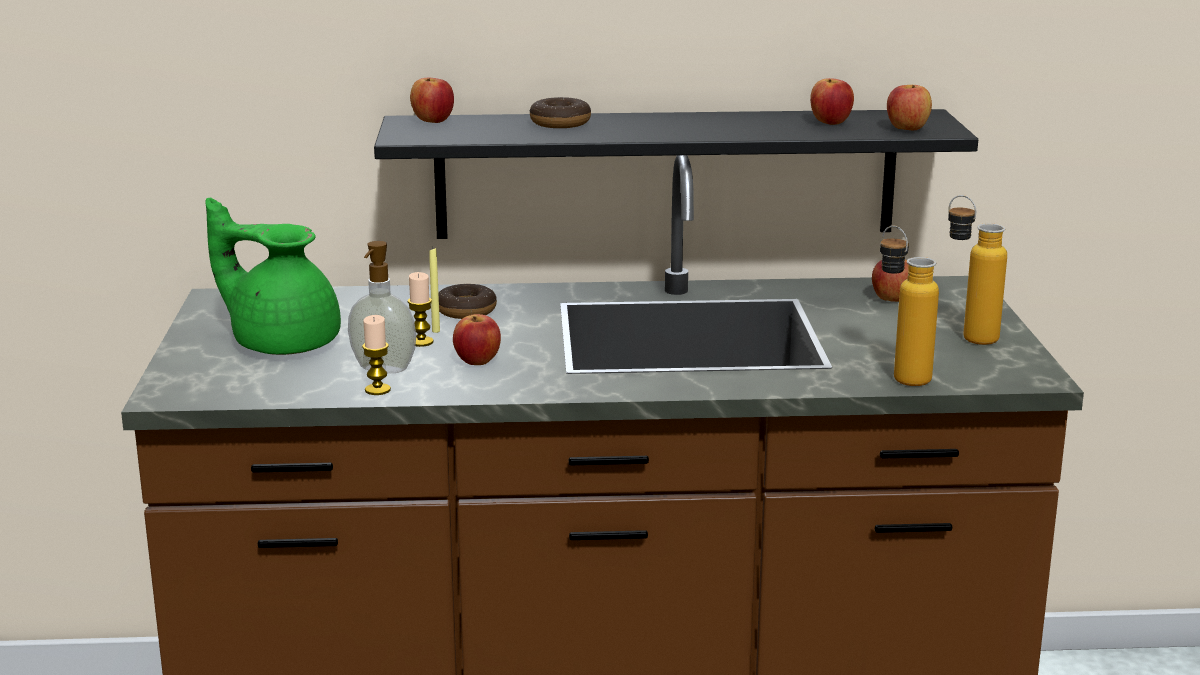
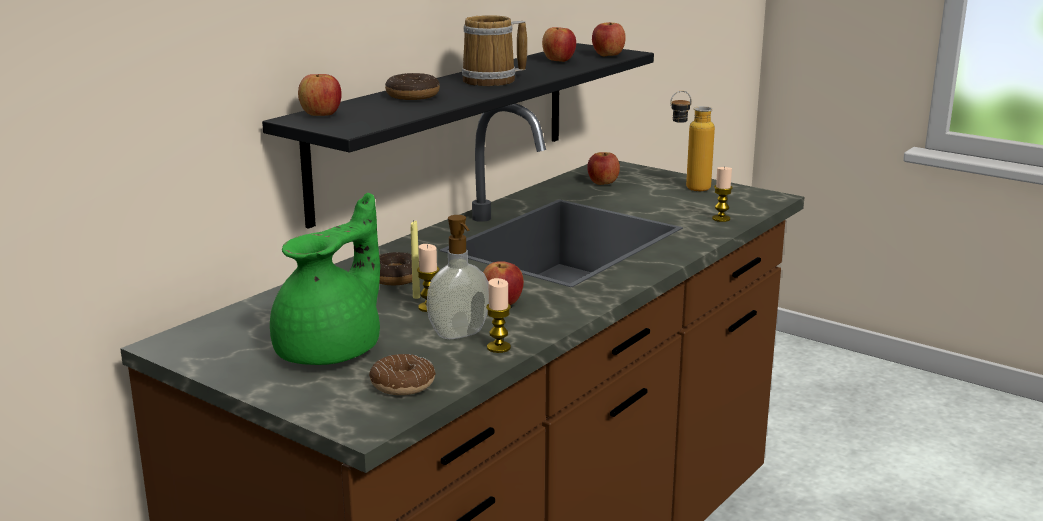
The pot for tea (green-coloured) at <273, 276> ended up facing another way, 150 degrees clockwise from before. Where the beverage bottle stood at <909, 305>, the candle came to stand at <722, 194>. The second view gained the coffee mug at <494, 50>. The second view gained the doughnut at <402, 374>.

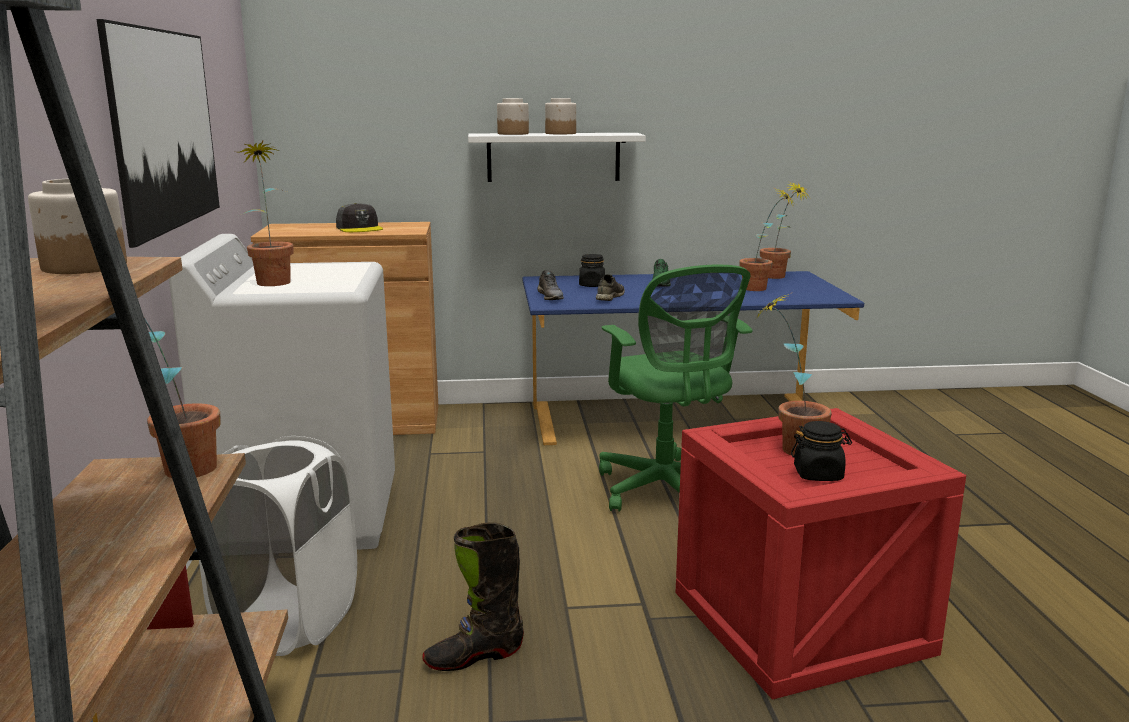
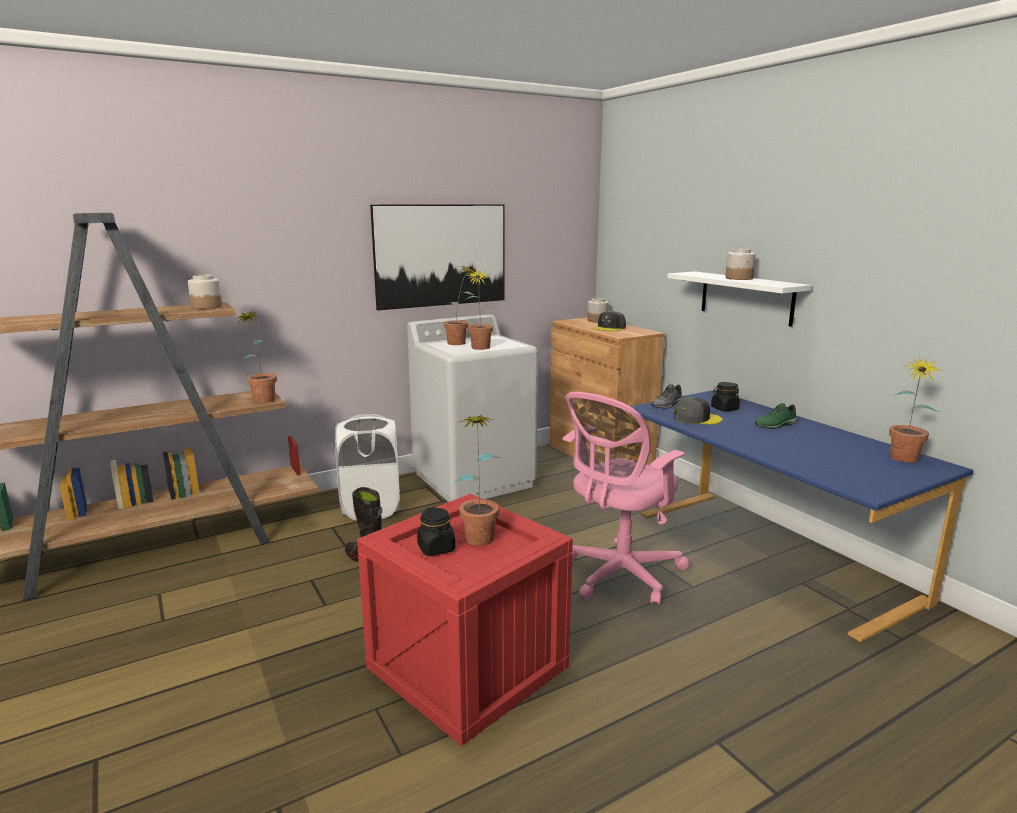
The storage jar ended up elsewhere, having gone from <513, 116> to <597, 310>. The plant in a pot ended up elsewhere, having gone from <767, 239> to <479, 309>. What was the computer chair (green-coloured) at <676, 388> turned into the computer chair (pink-coloured) at <626, 498>. Where the item of footwear (grey) stood at <610, 287>, the peaked cap (grey) came to stand at <697, 411>.

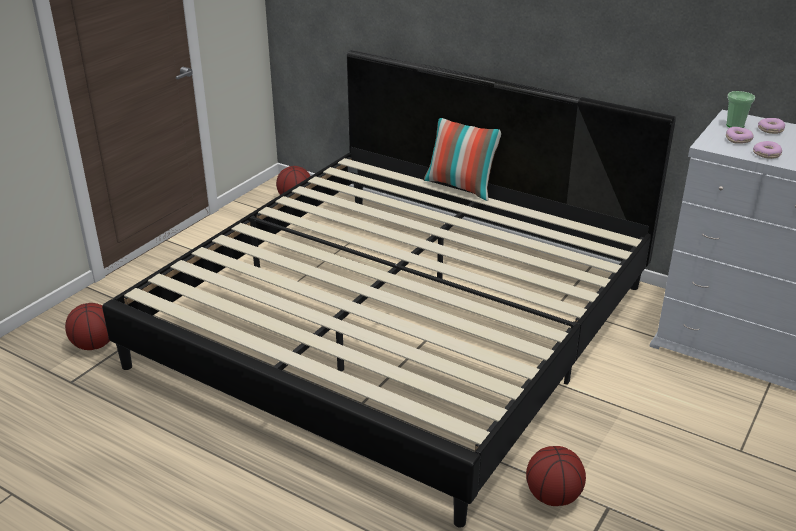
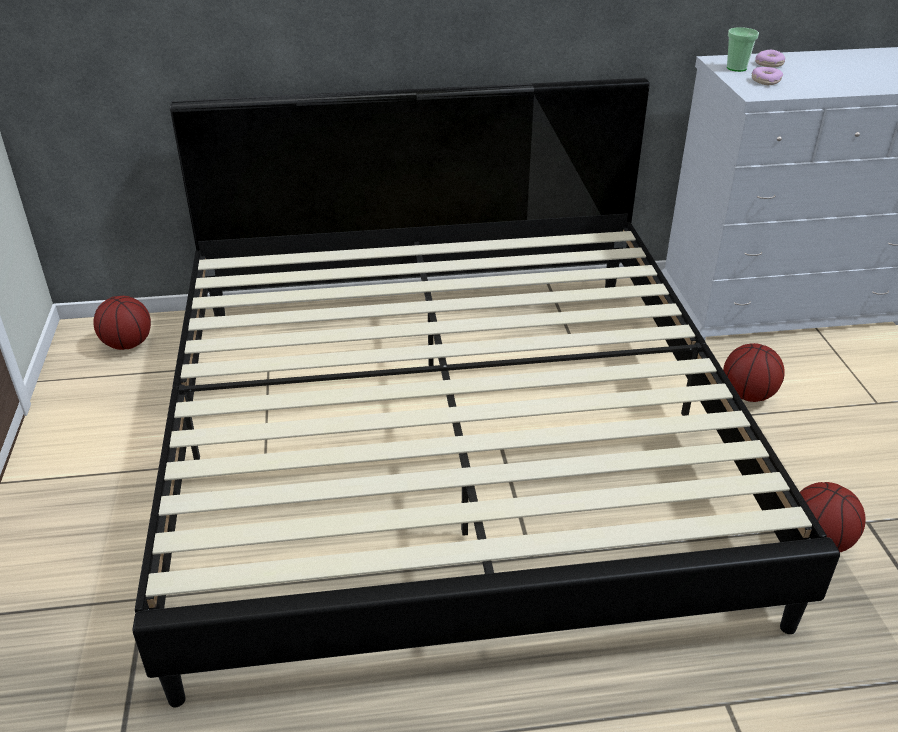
The second view lost the cushion at <462, 159>. The second view lost the doughnut at <767, 150>. The ball for basketball ended up elsewhere, having gone from <87, 326> to <754, 372>.

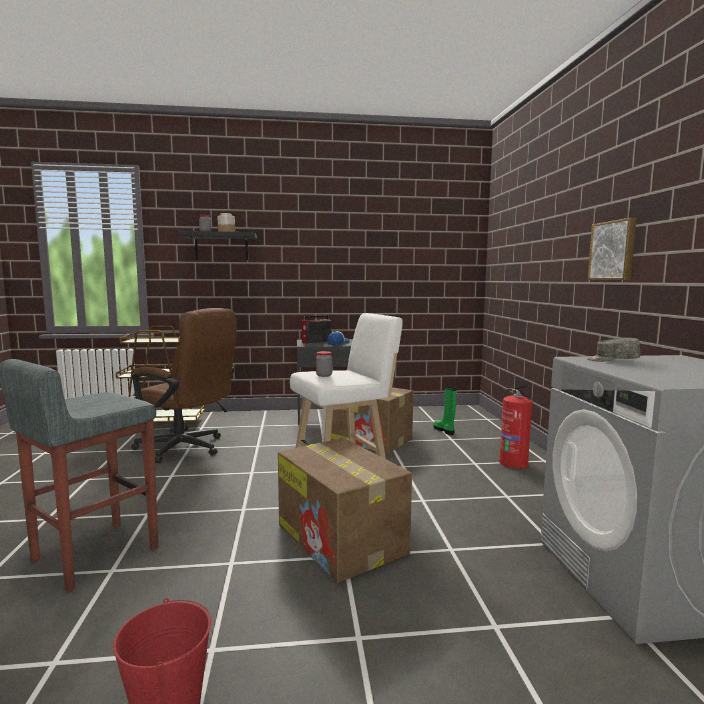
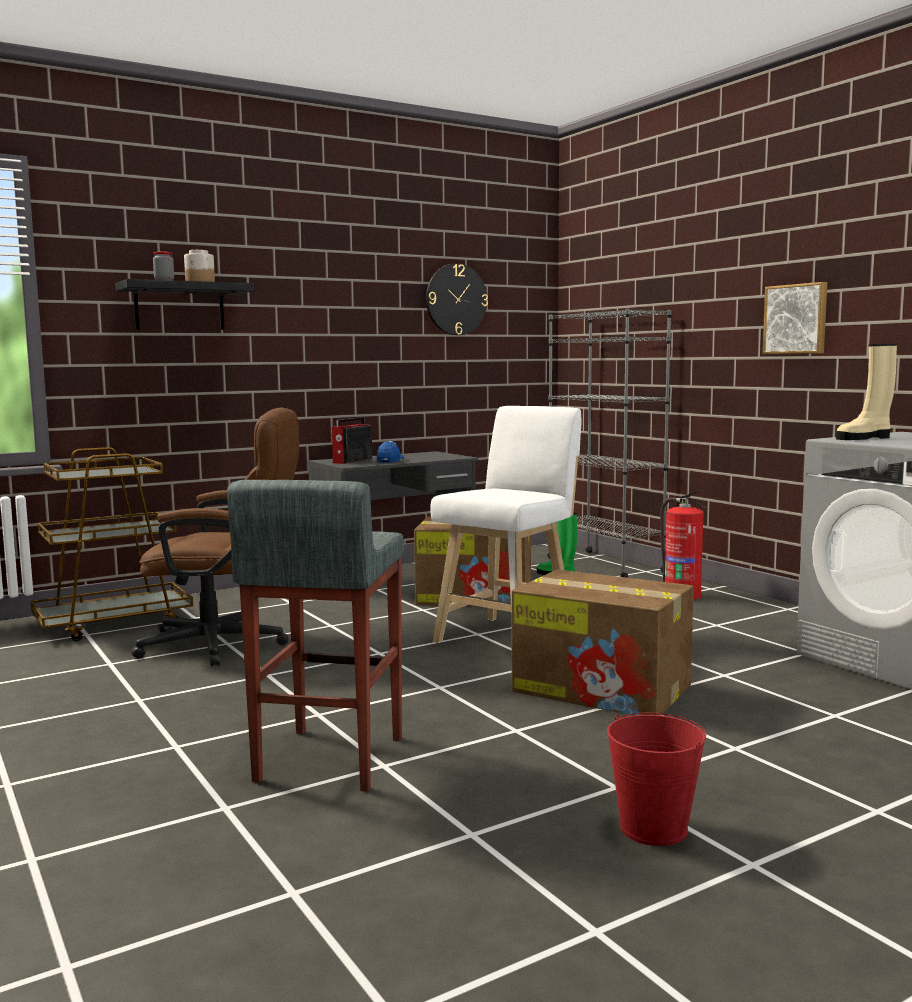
Where the peaked cap (grey) stood at <613, 350>, the tall boot (sand-coloured) came to stand at <866, 392>. The second view lost the storage jar at <324, 364>. The second view gained the wall clock at <457, 299>. The second view gained the shelving unit (grey) at <609, 443>.

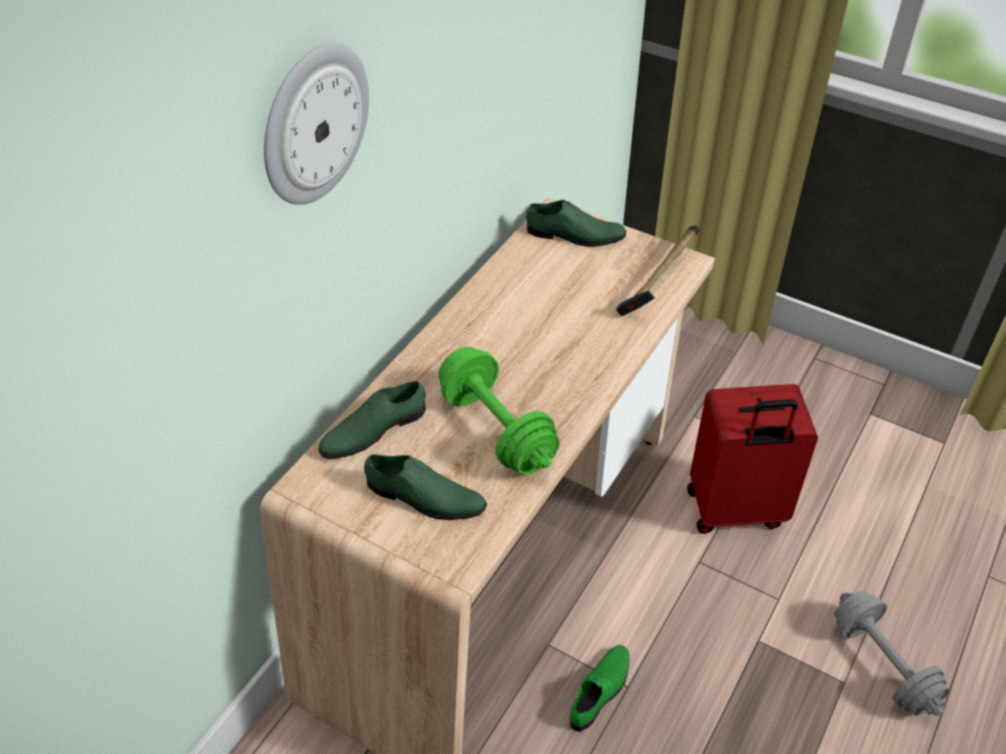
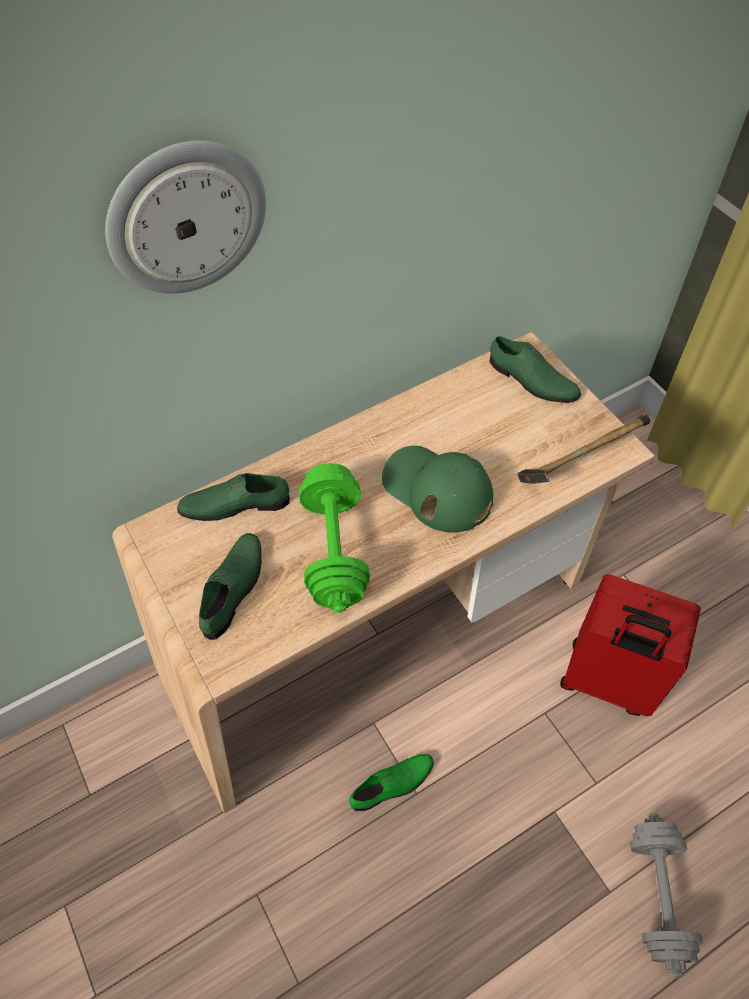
The item of footwear (green-coloured) at <425, 487> ended up facing another way, 120 degrees counterclockwise from before. The second view gained the peaked cap (green-coloured) at <437, 489>.

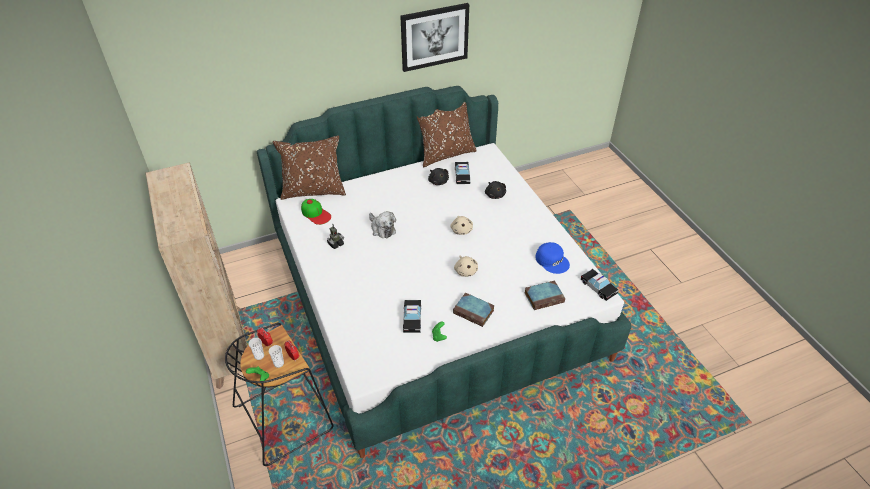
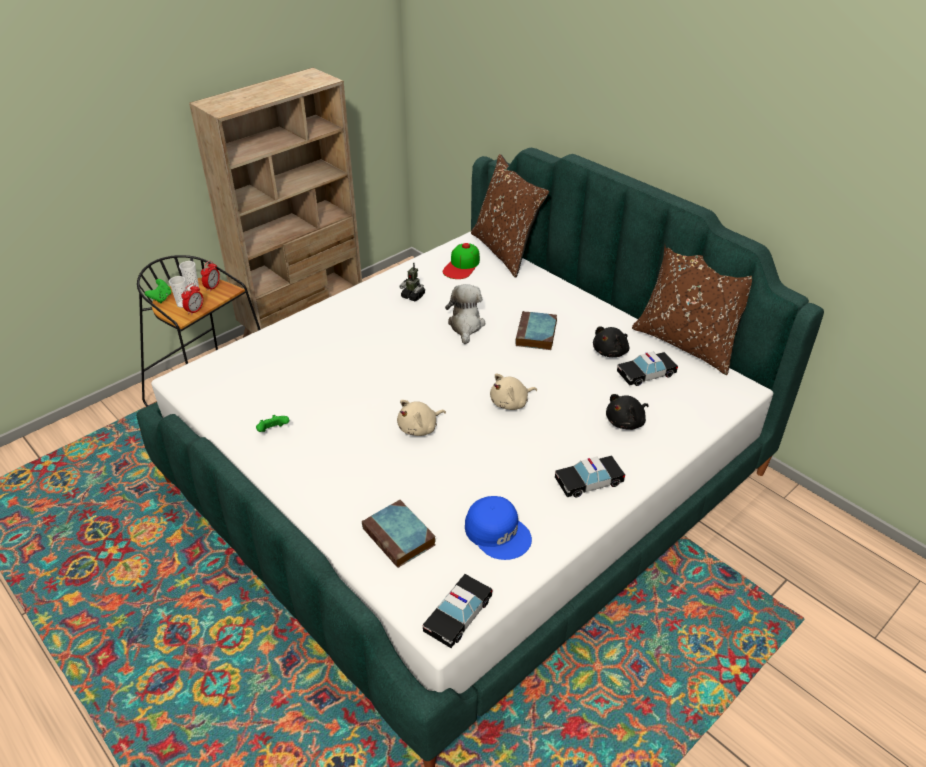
The second view lost the wall picture at <434, 37>. The cuddly toy at <382, 224> ended up facing another way, 150 degrees clockwise from before. The peaked cap (blue) at <553, 258> ended up facing another way, 75 degrees counterclockwise from before. The bound book ended up elsewhere, having gone from <474, 310> to <536, 330>. The toy car ended up elsewhere, having gone from <412, 316> to <590, 476>.

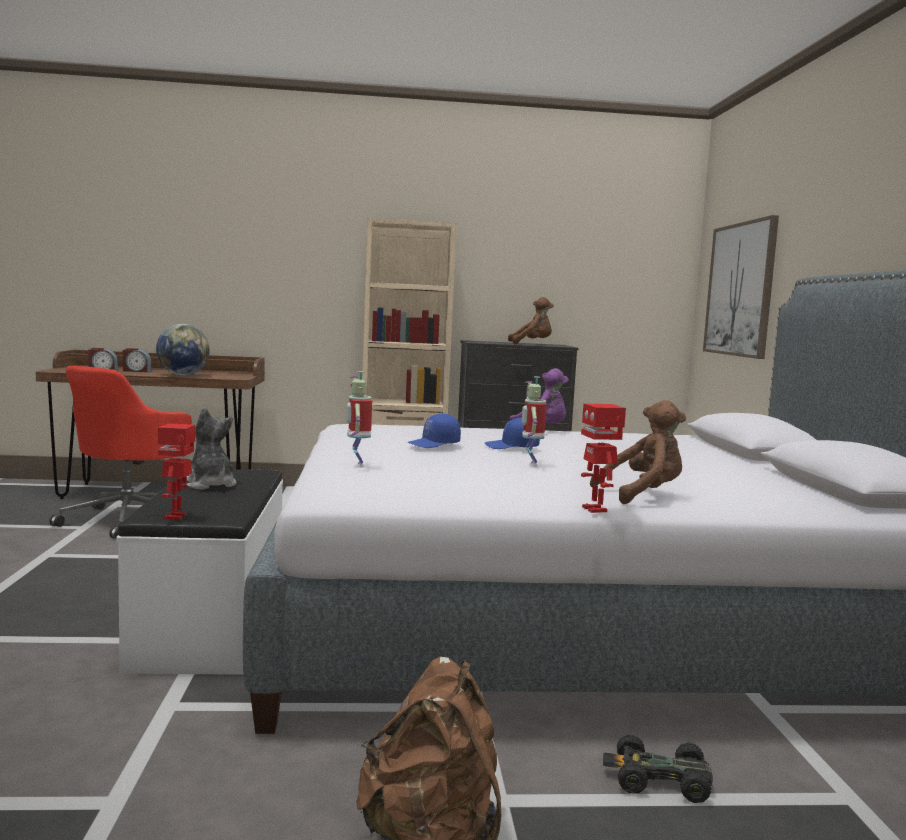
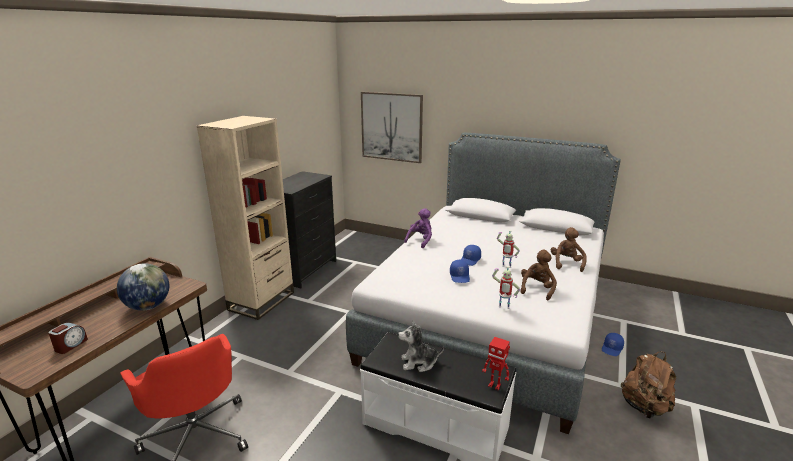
The cuddly toy (brown-coloured) ended up elsewhere, having gone from <530, 320> to <538, 275>. The second view lost the bedside clock at <137, 360>. The second view lost the toy robot at <603, 458>. Where the toy car (blackish) stood at <658, 769>, the peaked cap (blue) came to stand at <613, 344>.

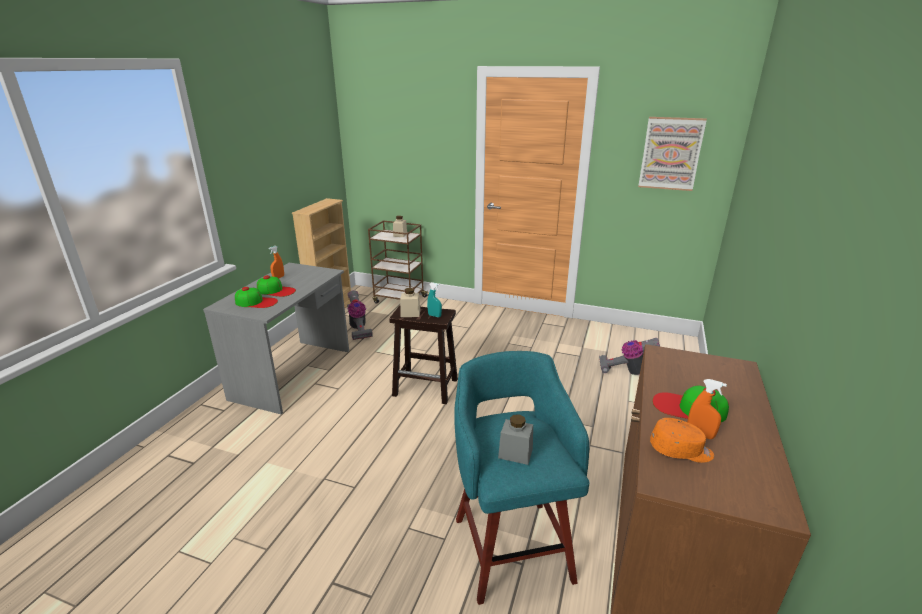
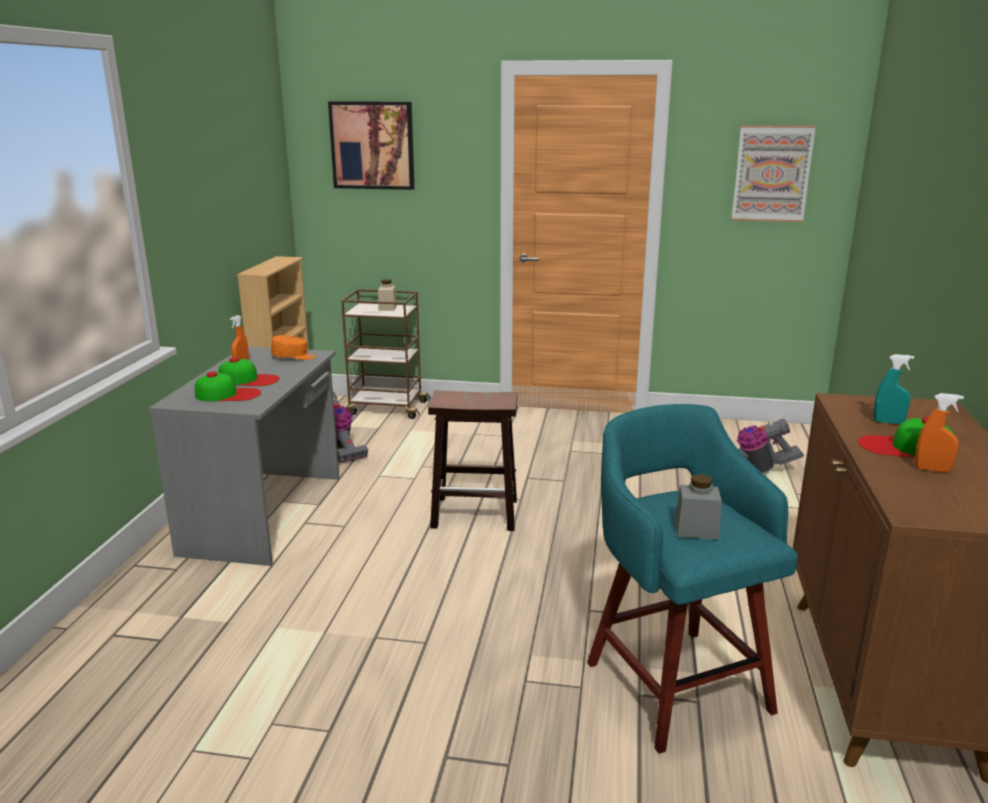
The sprayer (turquoise) ended up elsewhere, having gone from <434, 299> to <894, 389>. The second view lost the storage jar (sand-coloured) at <410, 302>. The peaked cap (orange) ended up elsewhere, having gone from <682, 440> to <293, 347>. The second view gained the wall picture at <371, 145>.

